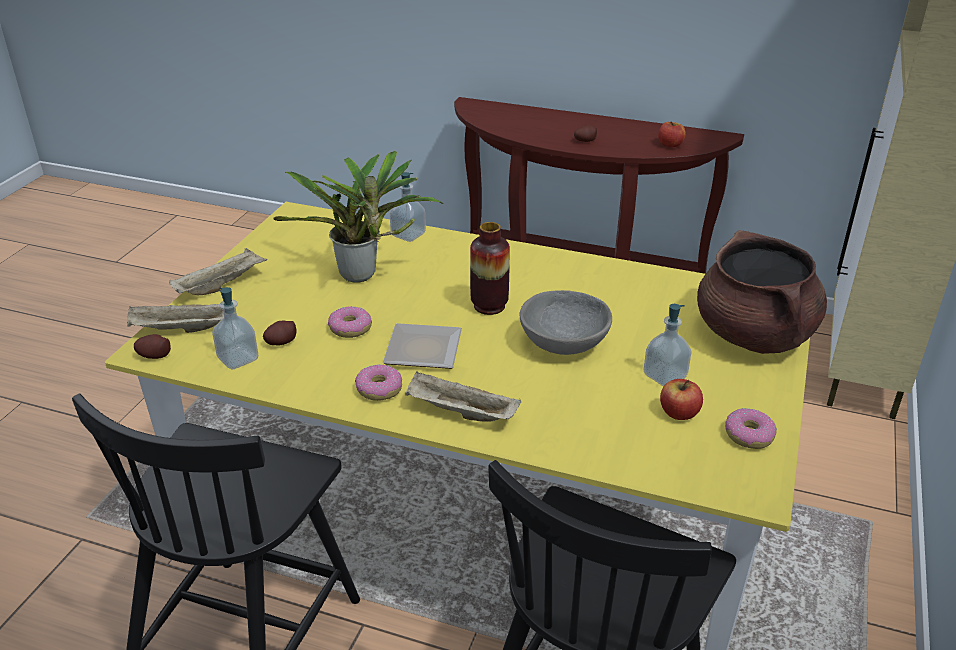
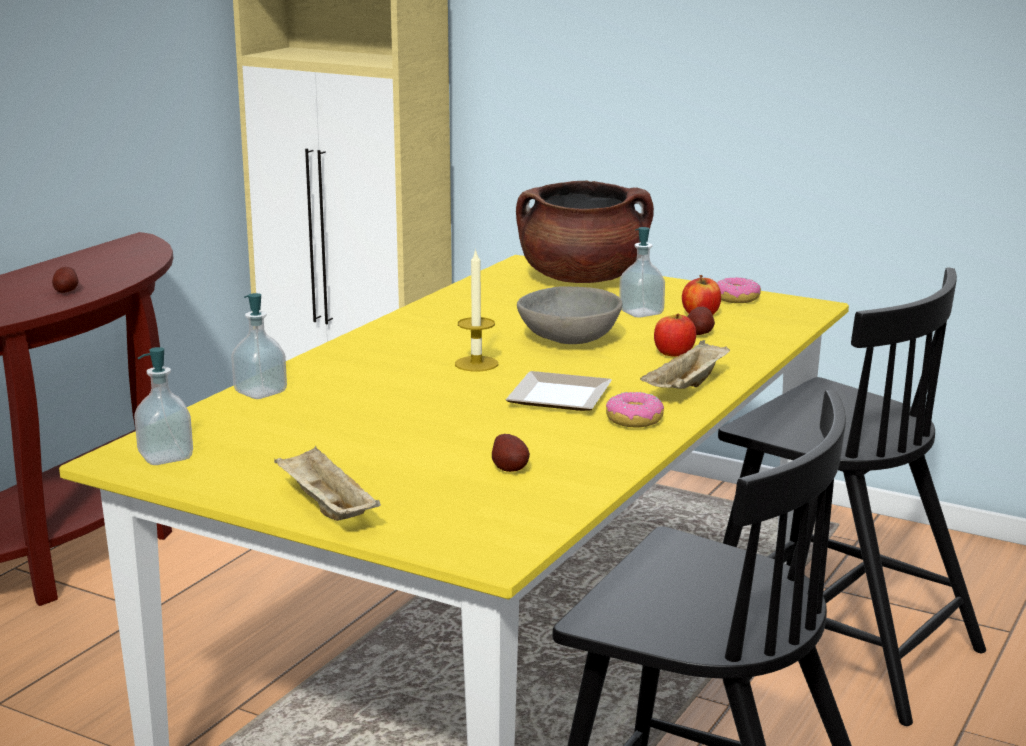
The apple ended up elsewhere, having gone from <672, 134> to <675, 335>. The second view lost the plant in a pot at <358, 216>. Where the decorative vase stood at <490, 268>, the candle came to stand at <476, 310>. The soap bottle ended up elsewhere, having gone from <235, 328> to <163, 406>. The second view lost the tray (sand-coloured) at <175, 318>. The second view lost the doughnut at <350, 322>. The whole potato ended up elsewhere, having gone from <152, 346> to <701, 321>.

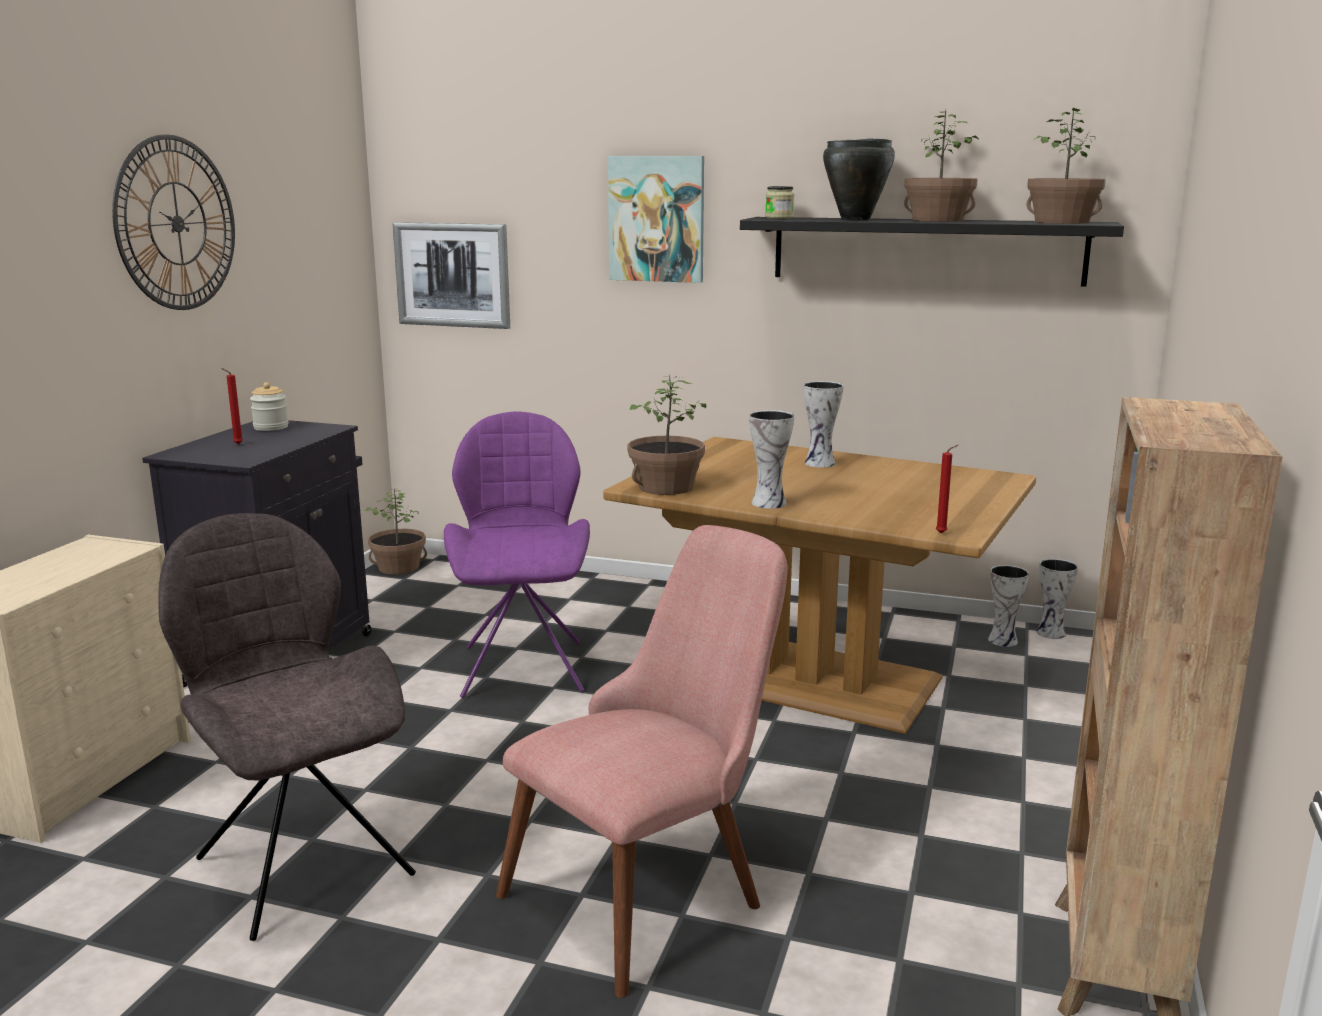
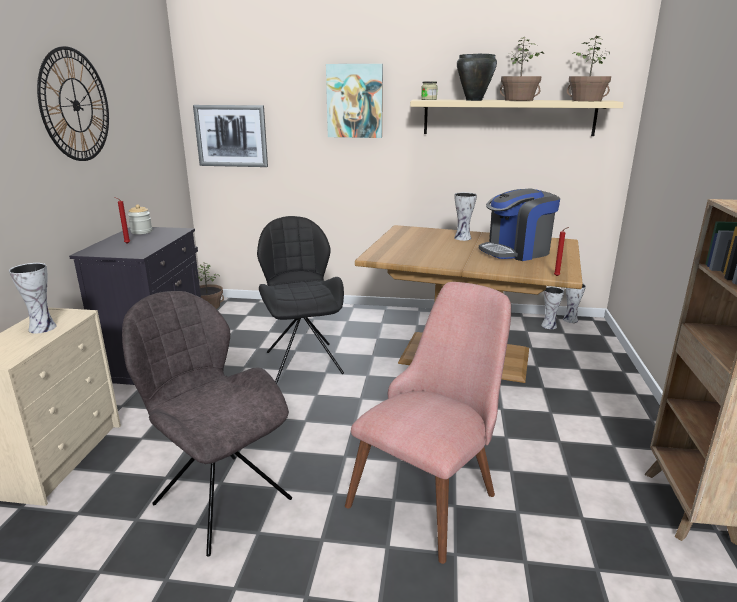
What was the shelf (blackish) at <932, 252> turned into the shelf (sand-coloured) at <517, 117>. The second view lost the plant in a pot at <667, 434>. The decorative vase ended up elsewhere, having gone from <771, 459> to <33, 298>. What was the upright chair (purple-coloured) at <517, 554> turned into the upright chair (blackish) at <300, 300>. The second view gained the coffee machine at <519, 224>.

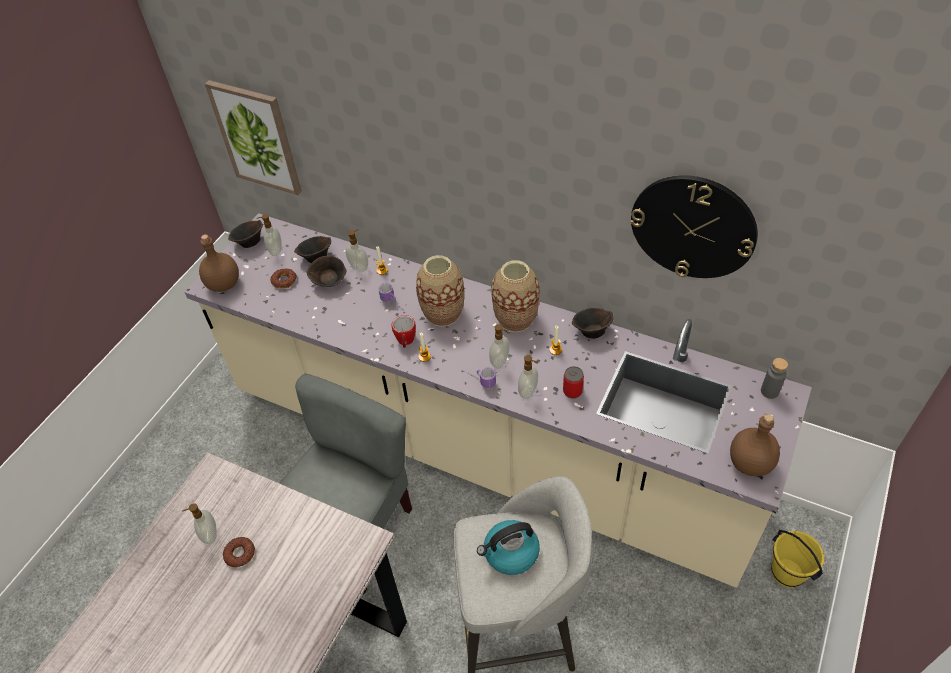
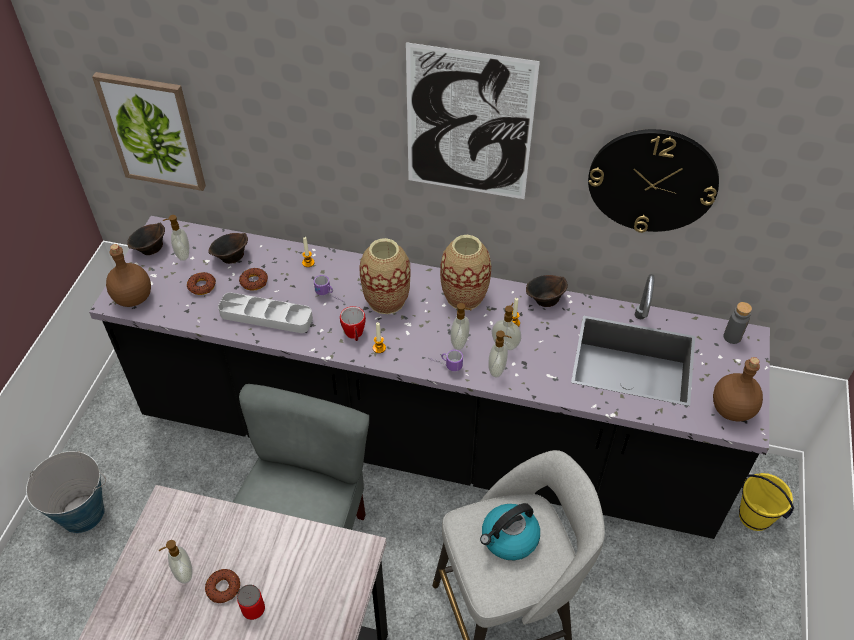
What was the kitchen counter (sand-coloured) at <498, 400> turned into the kitchen counter (blackish) at <429, 377>. The soap bottle ended up elsewhere, having gone from <356, 250> to <506, 326>. Where the bowl (brown-coloured) stood at <327, 271>, the doughnut came to stand at <253, 279>. The can ended up elsewhere, having gone from <573, 382> to <251, 602>. The second view gained the wall picture at <473, 120>. The second view gained the tray (grey) at <265, 312>. The second view gained the water bucket at <66, 492>.

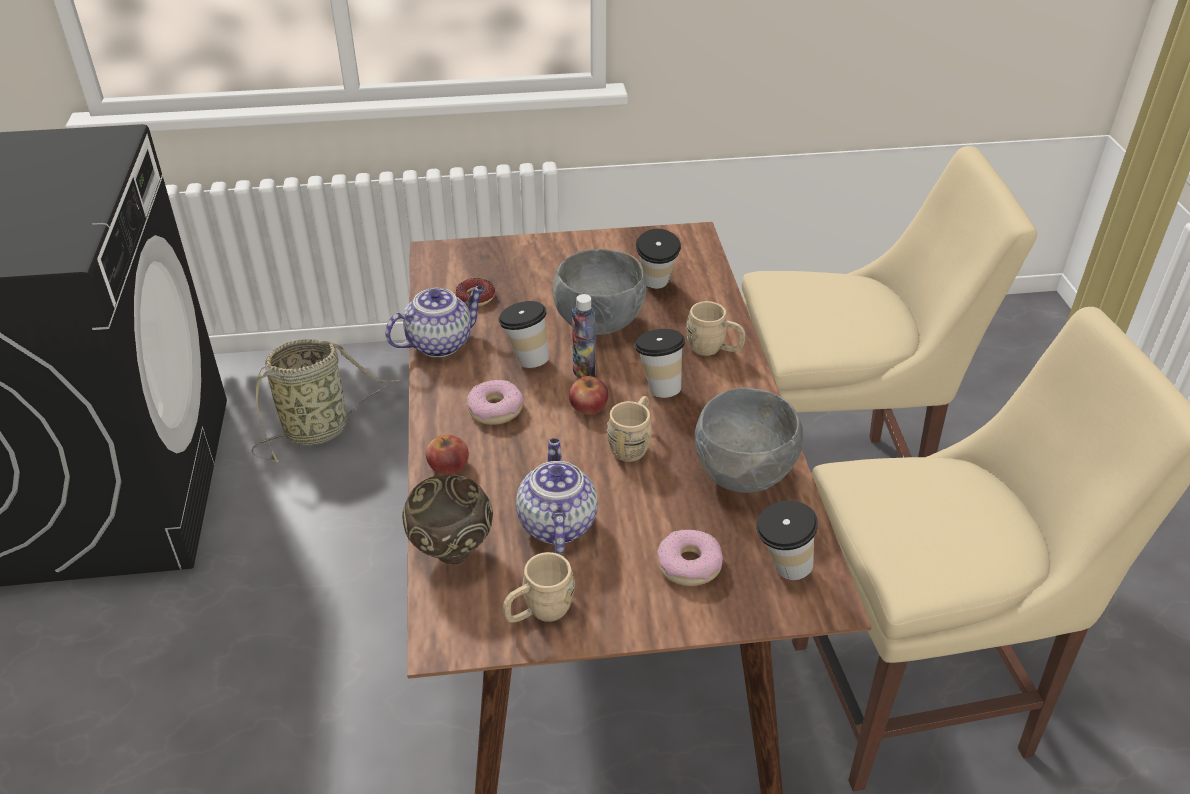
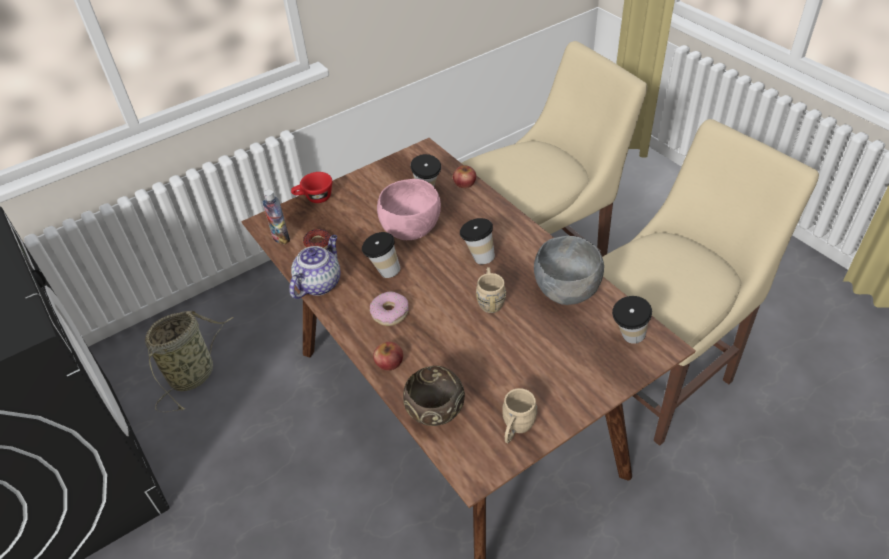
What was the bowl (grey) at <599, 292> turned into the bowl (pink-coloured) at <409, 209>. The beverage bottle ended up elsewhere, having gone from <584, 336> to <276, 216>. The second view lost the coffee mug (sand-coloured) at <715, 328>. The apple ended up elsewhere, having gone from <588, 395> to <464, 176>. The second view lost the pot for tea at <557, 496>. The second view lost the doughnut at <690, 557>. The second view gained the drinking cup (reddish) at <311, 187>.

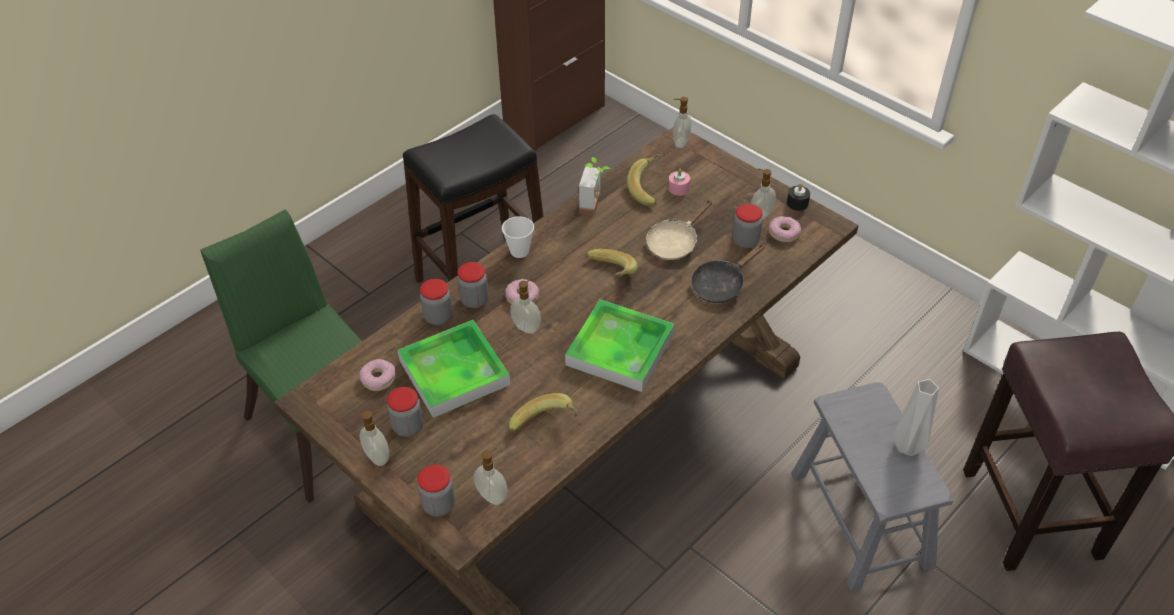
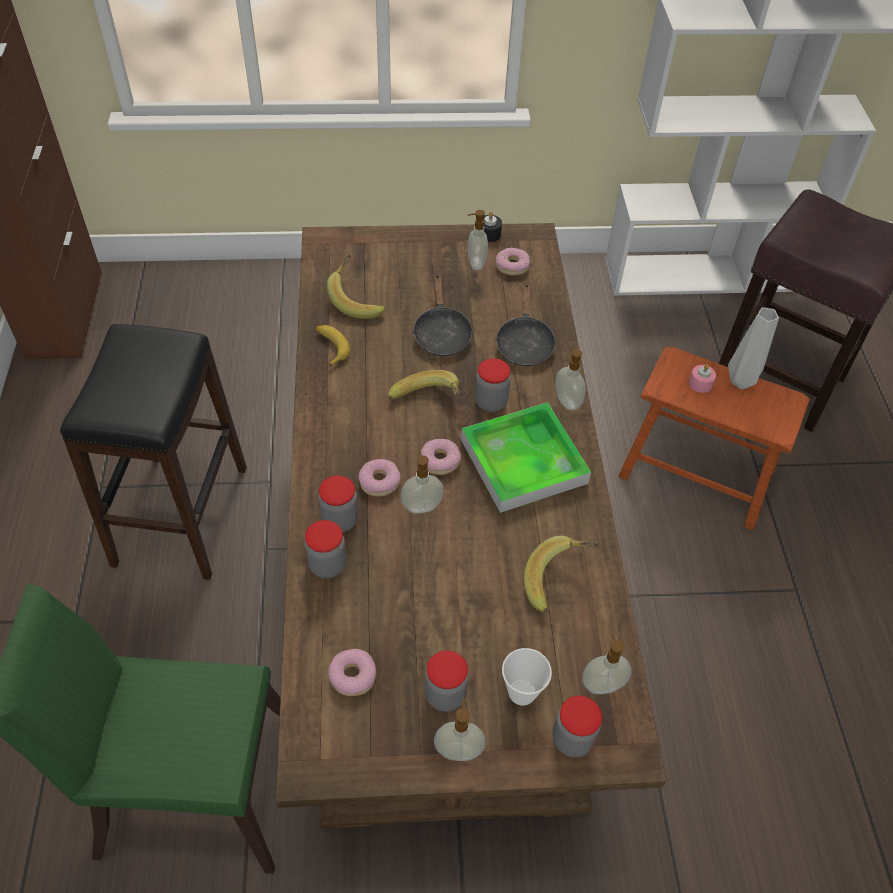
The soap bottle ended up elsewhere, having gone from <682, 122> to <570, 379>. Where the plant in a pot stood at <594, 186>, the banana came to stand at <333, 346>. The candle (pink-coloured) ended up elsewhere, having gone from <679, 182> to <702, 378>. What was the frying pan (sand-coloured) at <679, 230> turned into the frying pan (blackish) at <443, 314>. The storage jar ended up elsewhere, having gone from <747, 226> to <493, 385>. The drinking cup ended up elsewhere, having gone from <518, 237> to <527, 677>. The second view lost the tray at <453, 369>. What was the stool seat (grey) at <872, 486> turned into the stool seat (brown-coloured) at <714, 438>. The second view gained the doughnut at <441, 457>.

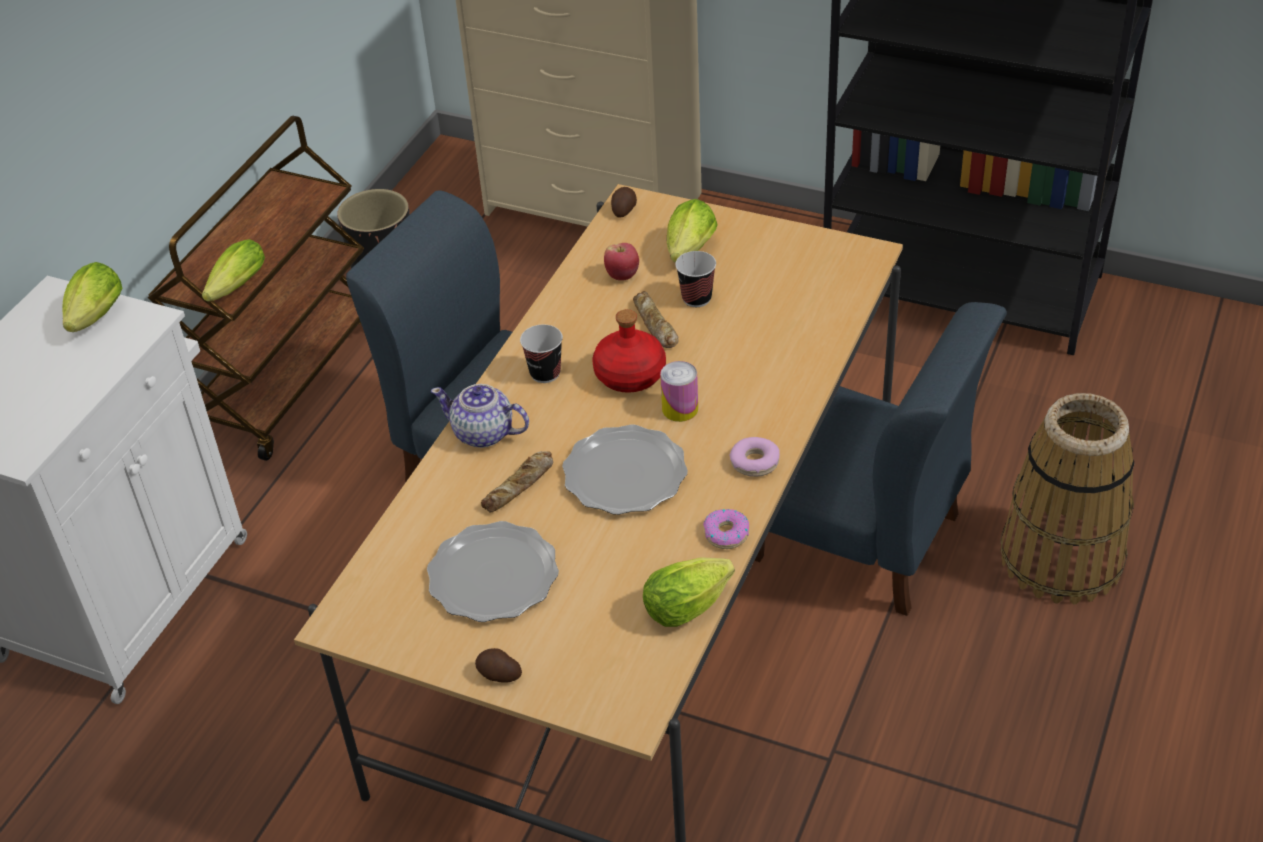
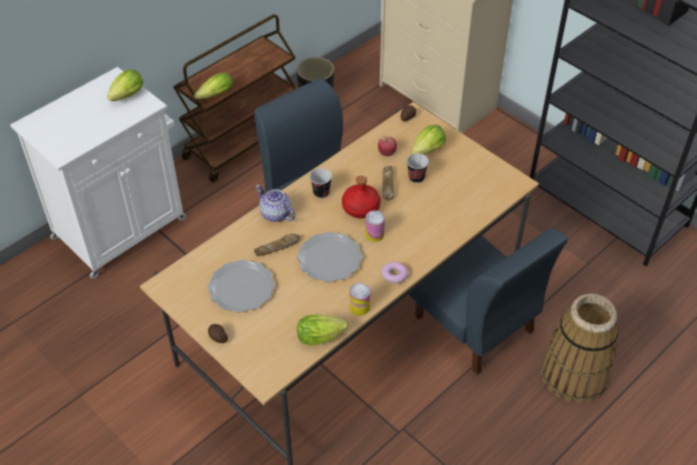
Where the doughnut stood at <726, 529>, the can came to stand at <360, 299>.

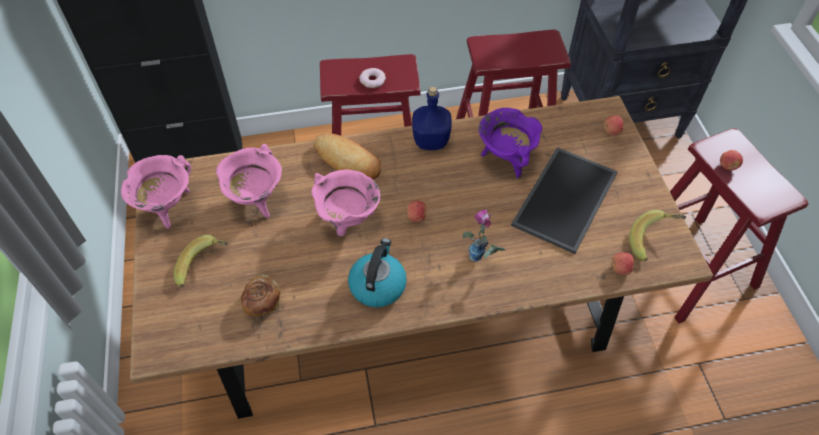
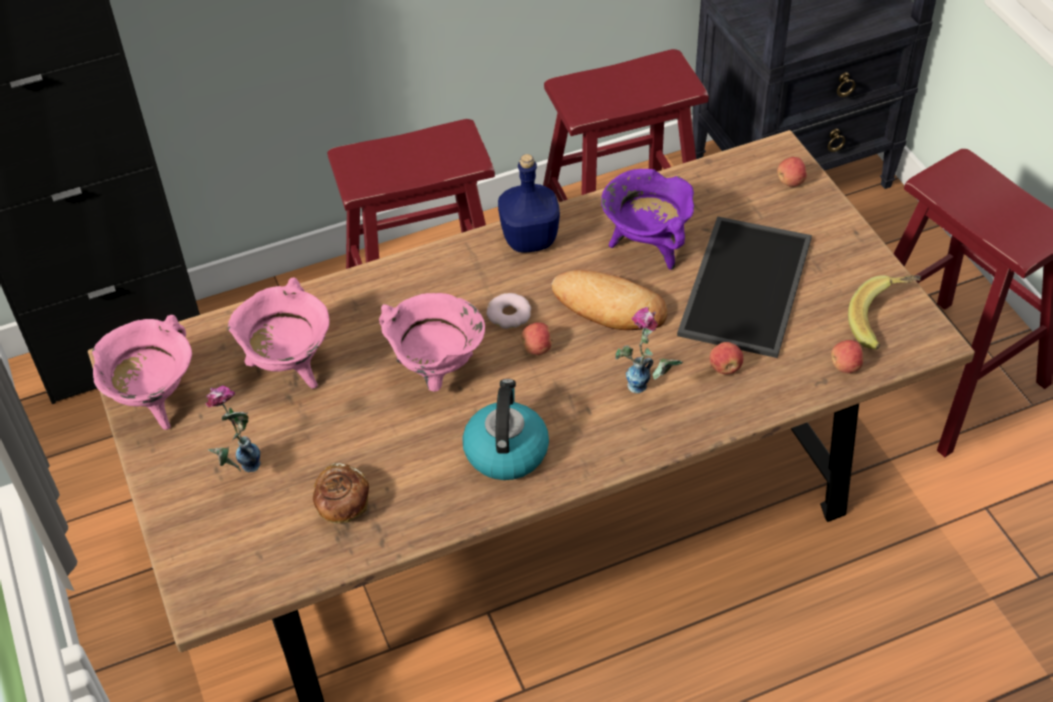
The doughnut ended up elsewhere, having gone from <372, 78> to <508, 311>. The bread ended up elsewhere, having gone from <347, 156> to <609, 300>. The apple ended up elsewhere, having gone from <731, 160> to <726, 358>. Where the banana stood at <201, 261>, the decorative vase came to stand at <233, 429>.

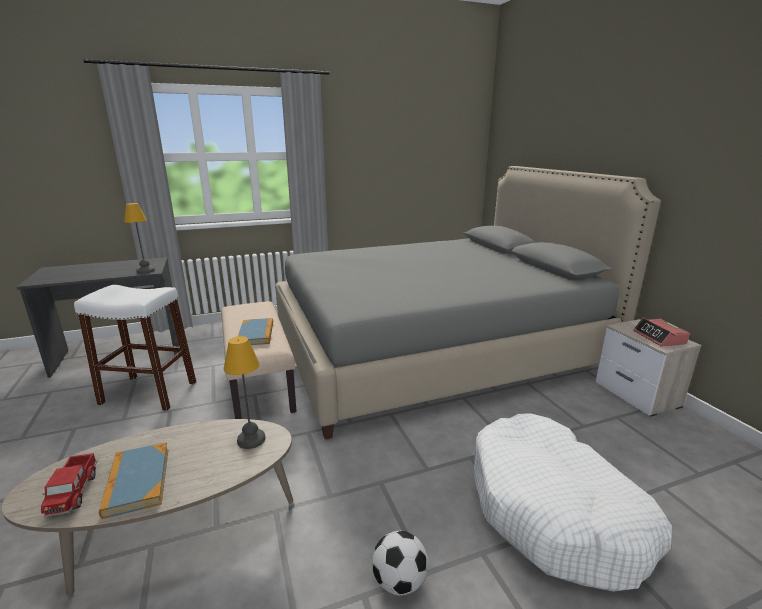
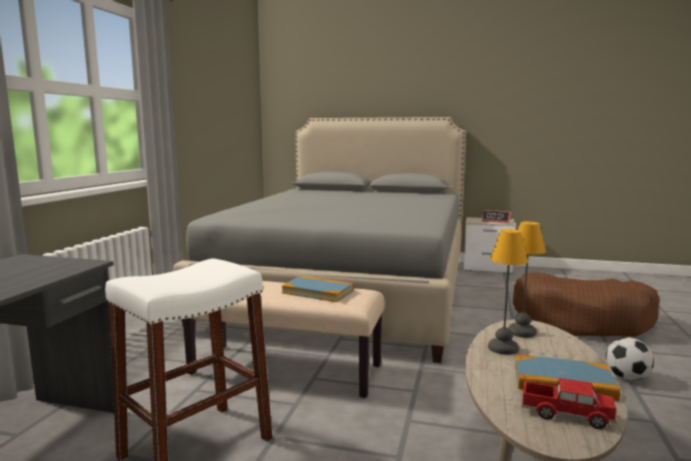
The table lamp ended up elsewhere, having gone from <139, 238> to <508, 292>. What was the dog bed (white) at <573, 502> turned into the dog bed (brown-coloured) at <586, 304>.

